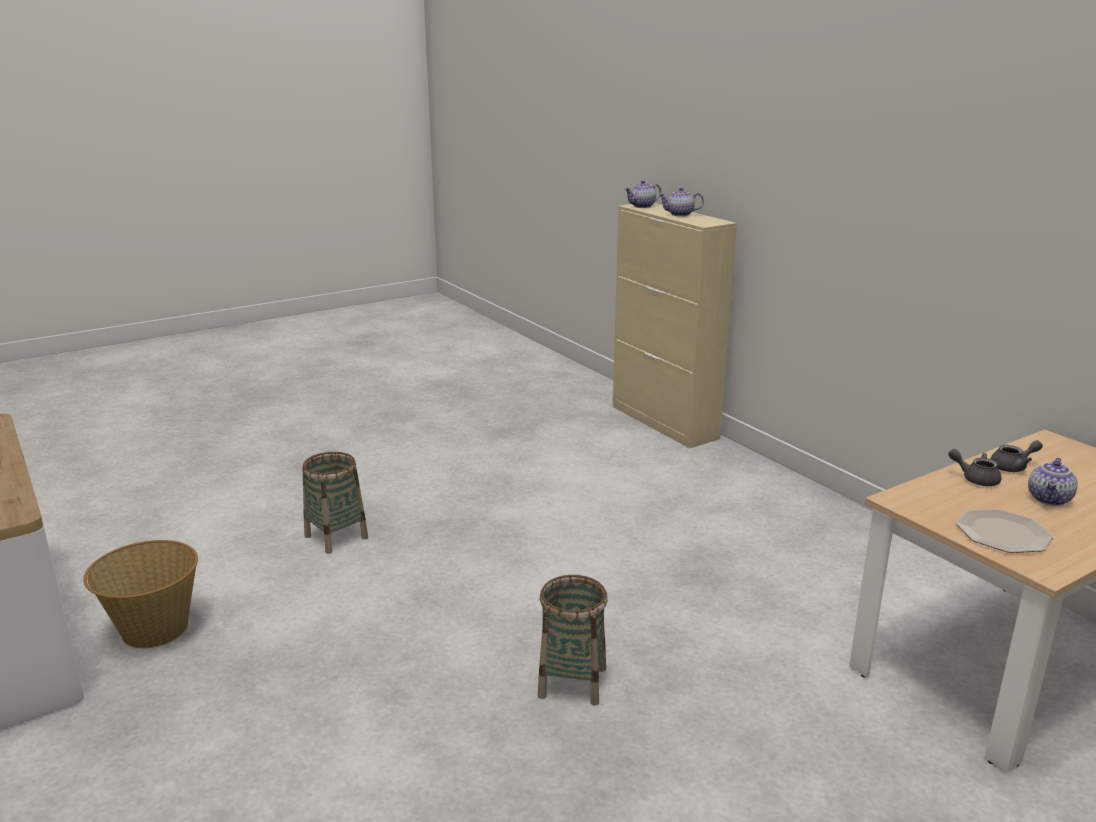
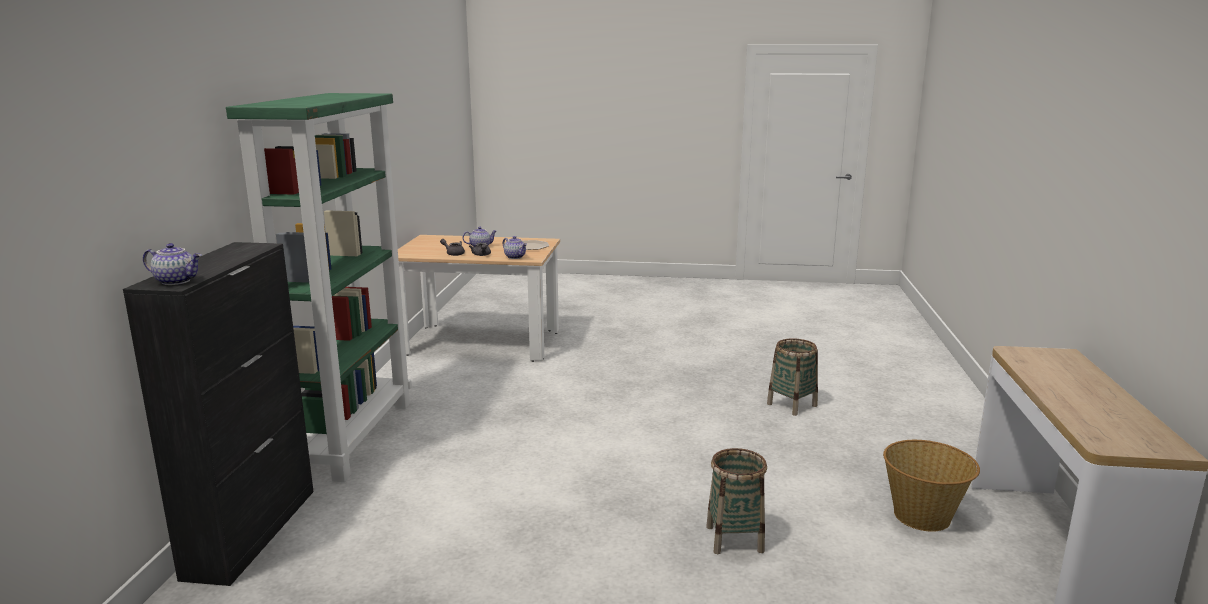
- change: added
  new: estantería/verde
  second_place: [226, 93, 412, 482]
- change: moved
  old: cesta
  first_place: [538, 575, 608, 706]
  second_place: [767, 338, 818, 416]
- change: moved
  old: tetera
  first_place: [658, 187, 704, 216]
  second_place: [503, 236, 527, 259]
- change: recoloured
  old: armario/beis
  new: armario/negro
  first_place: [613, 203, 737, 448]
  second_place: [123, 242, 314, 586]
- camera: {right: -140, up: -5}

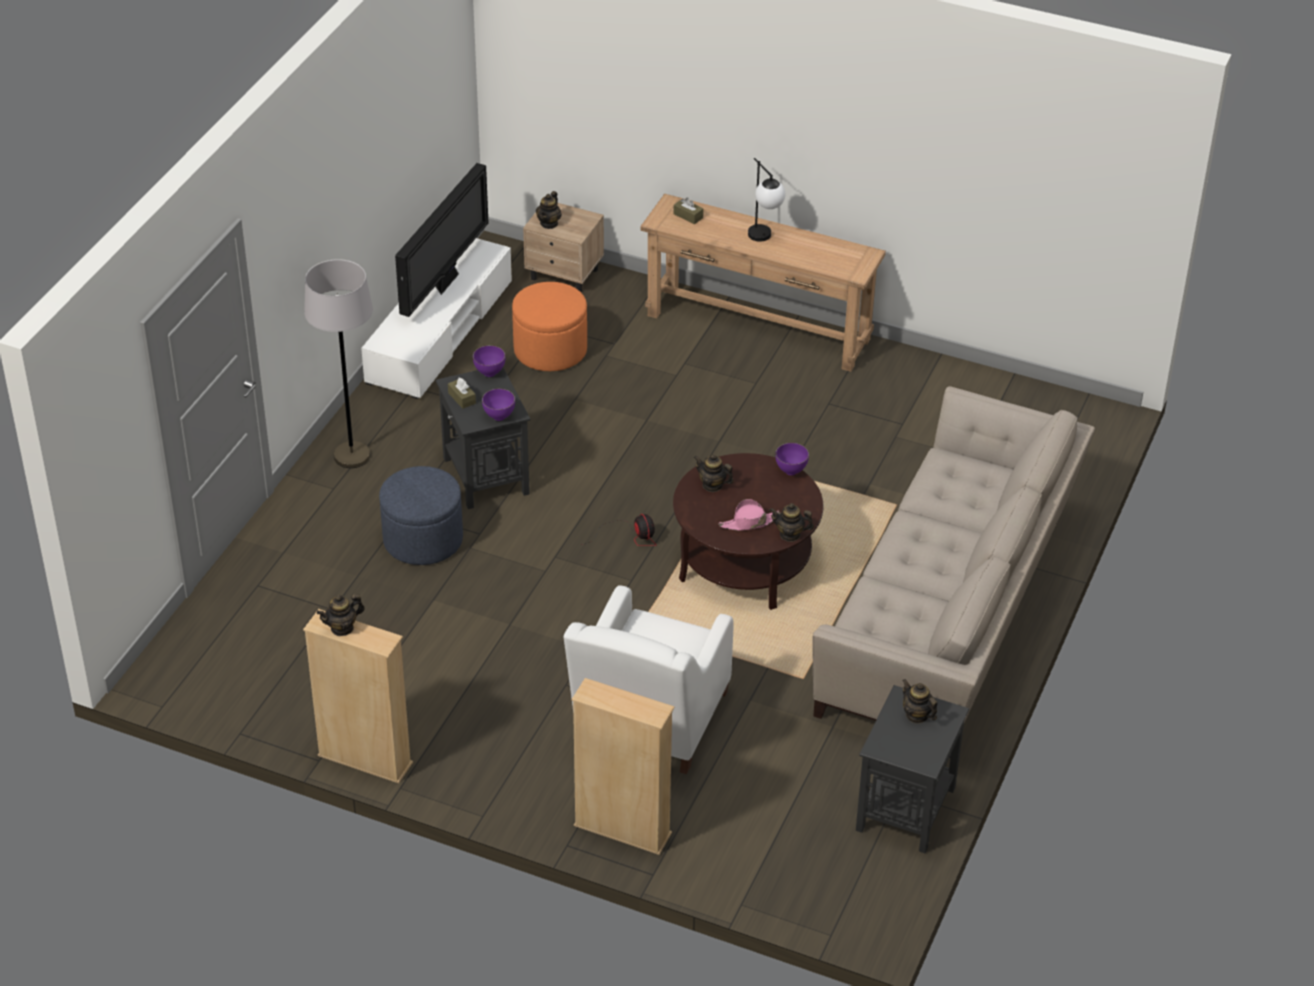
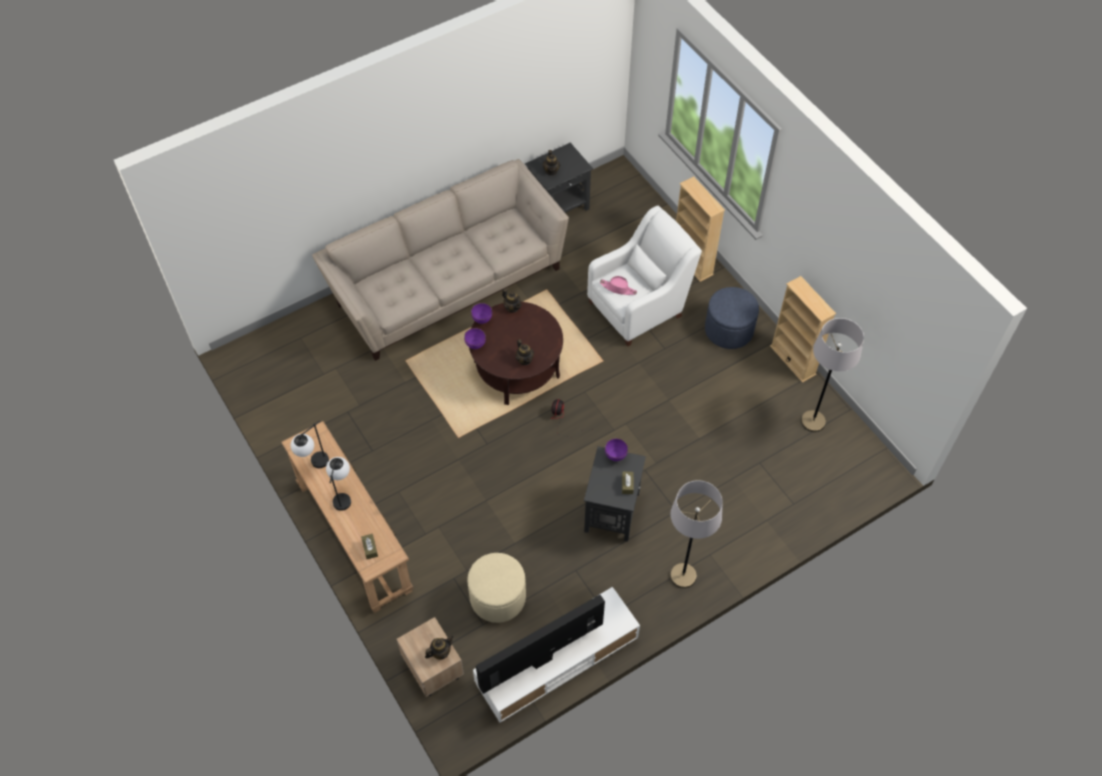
- change: removed
  old: tetera
  first_place: [317, 594, 365, 636]
- change: added
  new: lámpara de mesa
  second_place: [291, 420, 329, 468]
- change: added
  new: lámpara de pie/gris
  second_place: [801, 318, 864, 432]
- change: moved
  old: puf/azul
  first_place: [379, 466, 463, 565]
  second_place: [705, 287, 759, 349]
- change: moved
  old: cuenco/morado
  first_place: [473, 345, 505, 377]
  second_place: [471, 303, 492, 324]
- change: moved
  old: sombrero/rosa
  first_place: [719, 499, 780, 531]
  second_place: [600, 276, 637, 295]
- change: recoloured
  old: puf/naranja
  new: puf/beis
  first_place: [512, 282, 587, 371]
  second_place: [467, 553, 526, 623]
- camera: {right: -145, up: 15}

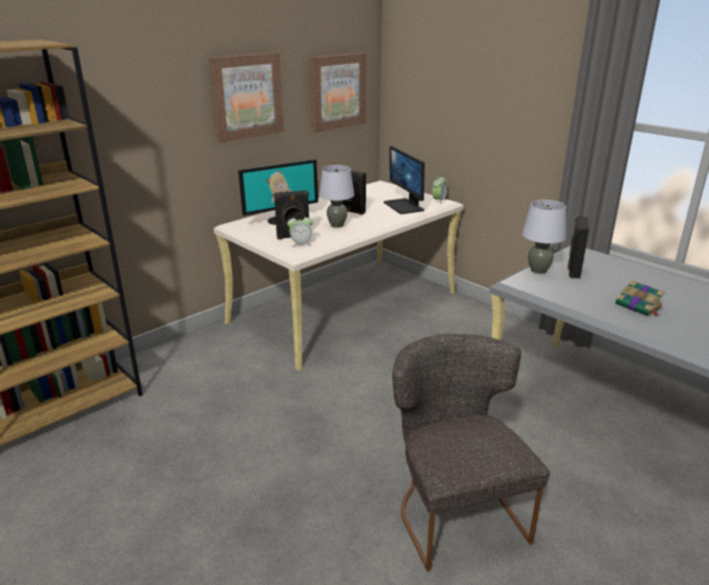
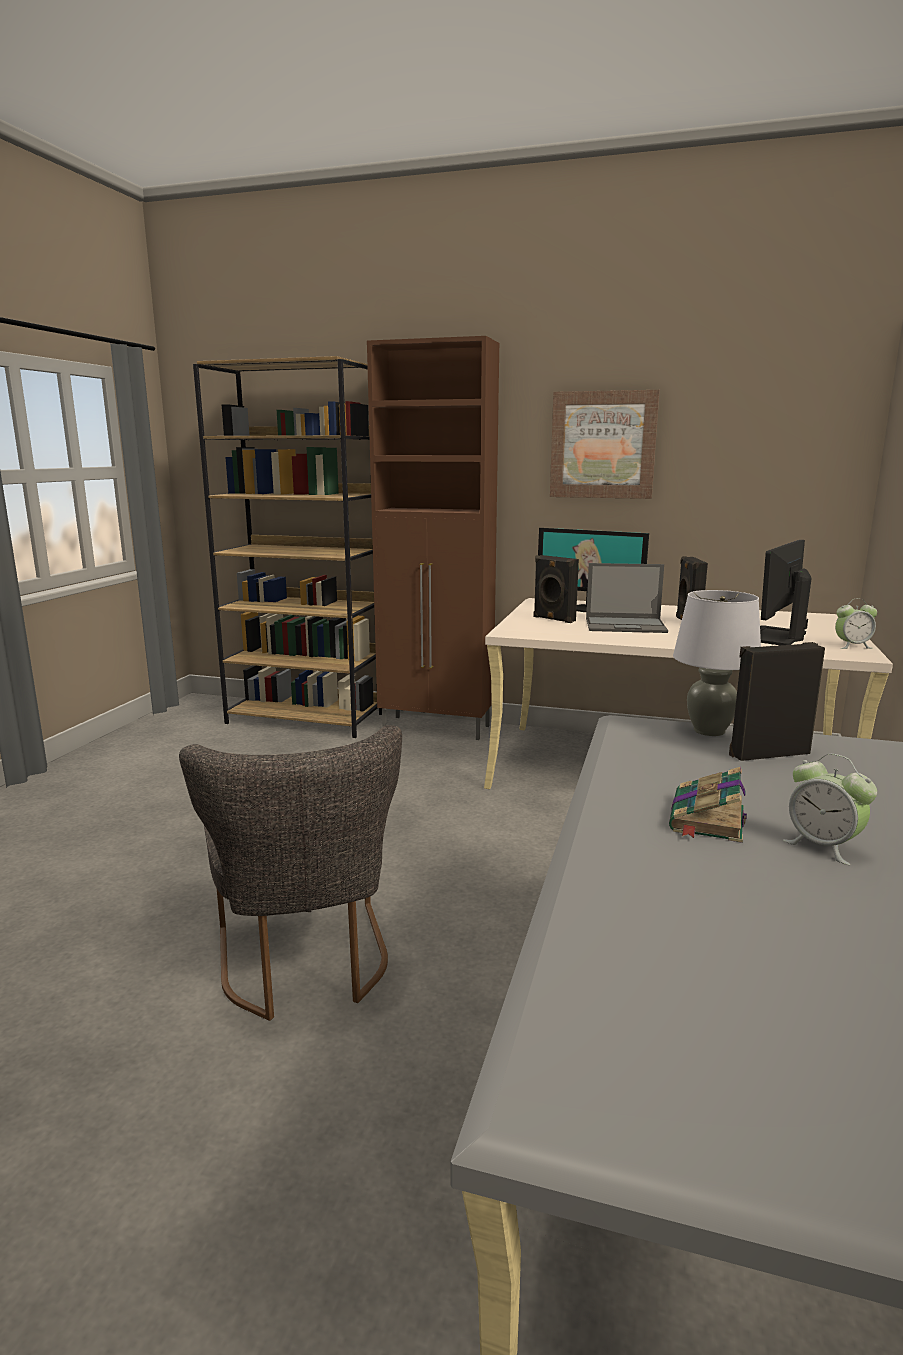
- change: removed
  old: cuadro
  first_place: [310, 53, 366, 133]
- change: added
  new: armario/marrón
  second_place: [367, 336, 499, 740]
- change: moved
  old: despertador
  first_place: [287, 214, 313, 247]
  second_place: [783, 754, 877, 865]
- change: replaced
  old: lámpara de mesa/gris
  new: portátil
  first_place: [319, 165, 355, 228]
  second_place: [586, 563, 668, 633]
- change: turned
  old: silla/gris
  first_place: [392, 334, 550, 572]
  second_place: [179, 725, 402, 1021]
  degrees: 120
- camera: {right: 60, up: -10}

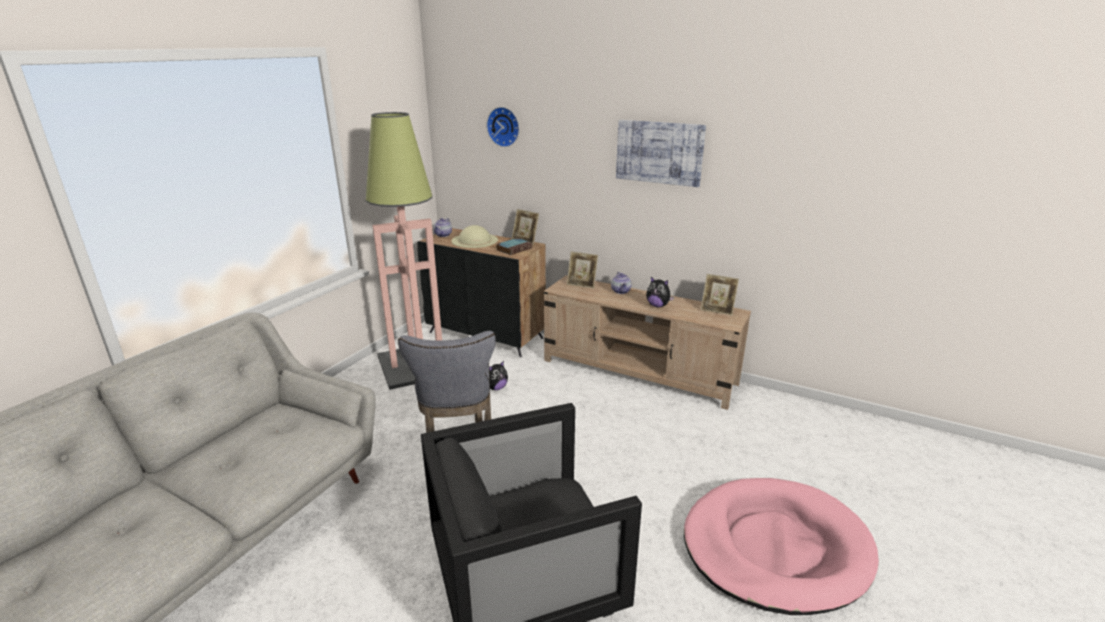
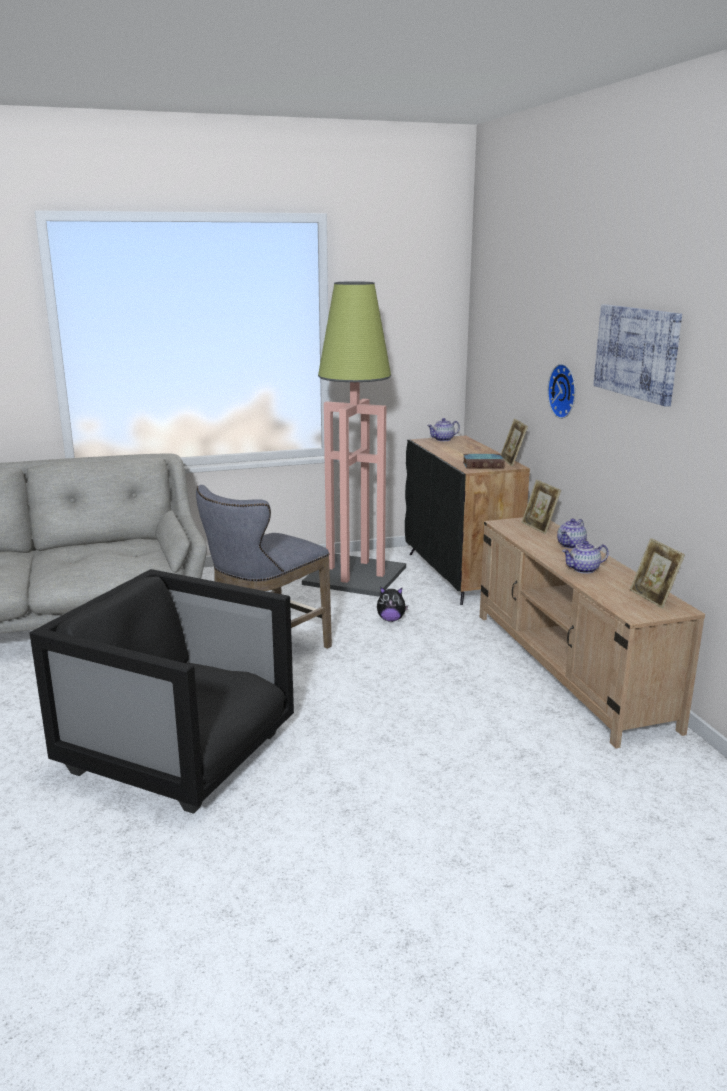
- change: removed
  old: sombrero/beis
  first_place: [451, 225, 498, 248]
- change: removed
  old: cama para perro/rosa
  first_place: [684, 478, 879, 615]
- change: moved
  old: reloj de pared
  first_place: [487, 107, 519, 147]
  second_place: [547, 364, 576, 419]
- change: replaced
  old: peluche
  new: tetera
  first_place: [646, 277, 674, 307]
  second_place: [562, 541, 609, 574]
- camera: {right: 45, up: -5}

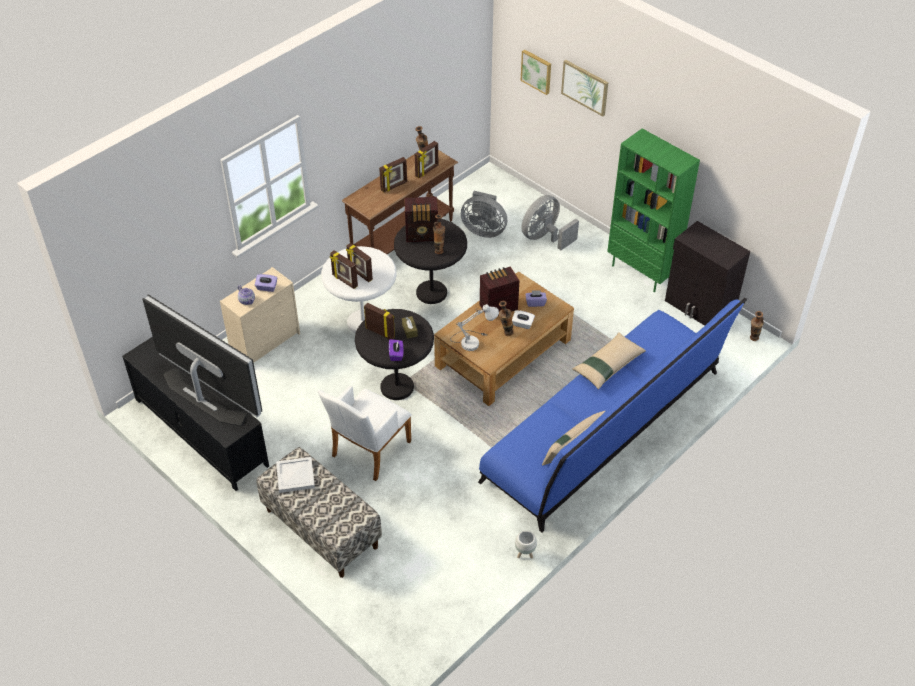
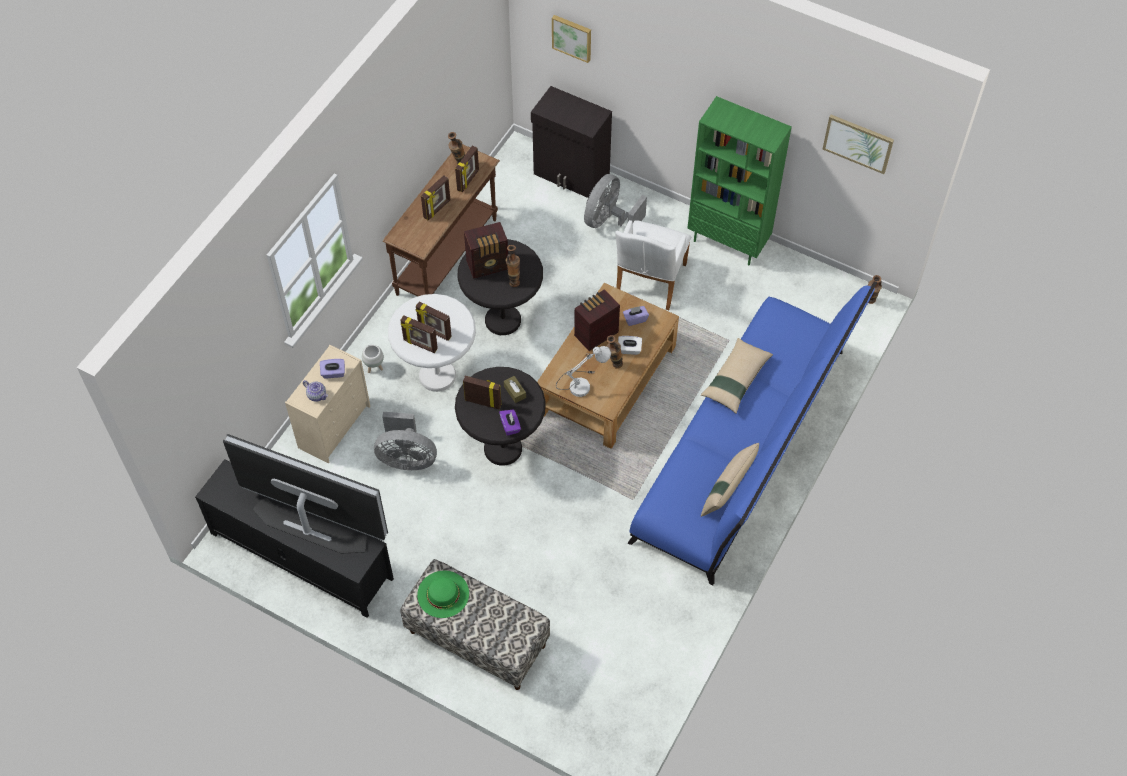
- change: moved
  old: sillón/blanco
  first_place: [318, 385, 412, 481]
  second_place: [615, 220, 692, 310]
- change: moved
  old: ventilador/gris
  first_place: [461, 191, 507, 238]
  second_place: [374, 412, 437, 470]
- change: moved
  old: maceta/blanco
  first_place: [515, 531, 537, 559]
  second_place: [362, 345, 384, 373]
- change: moved
  old: cuadro
  first_place: [561, 60, 608, 116]
  second_place: [823, 115, 894, 174]
- change: moved
  old: armario/negro
  first_place: [665, 221, 750, 326]
  second_place: [531, 86, 612, 198]
- change: replaced
  old: bandeja/blanco
  new: sombrero/verde
  first_place: [276, 457, 315, 493]
  second_place: [417, 571, 469, 618]
- camera: {right: -15, up: 10}

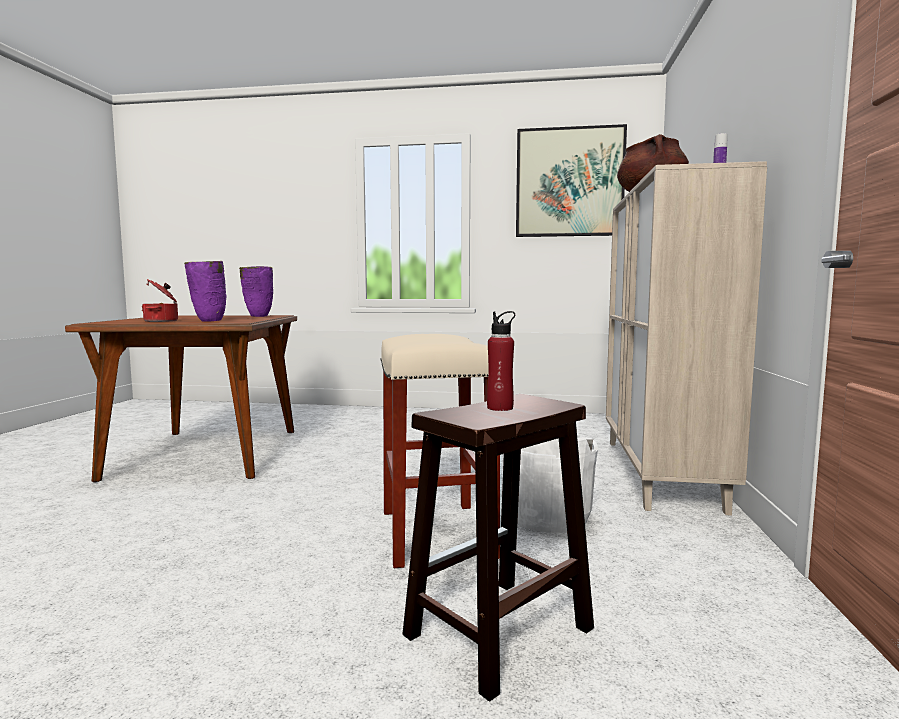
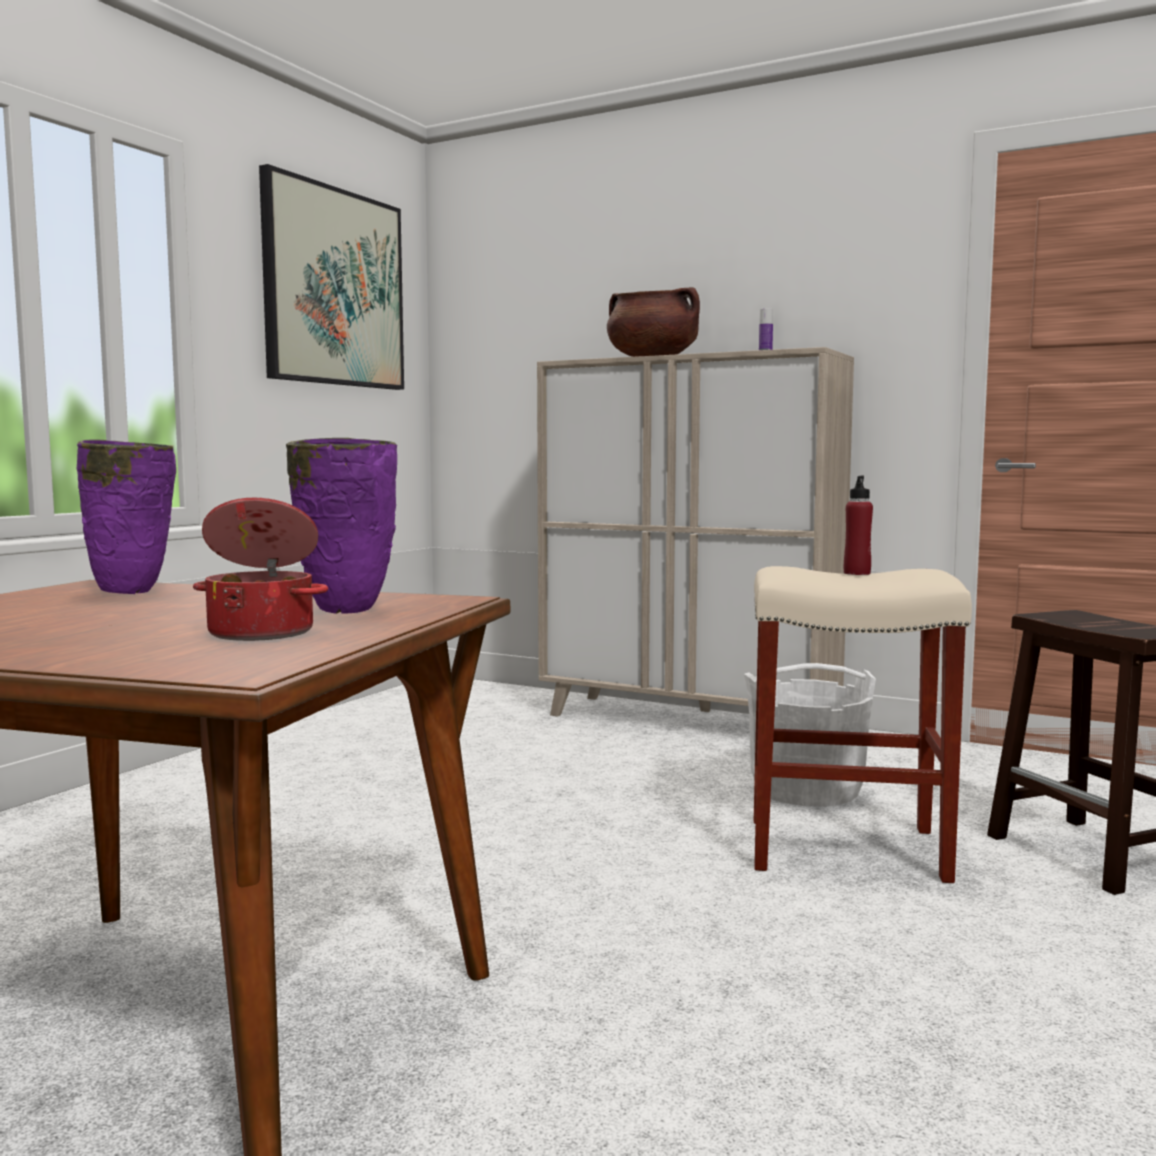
- change: moved
  old: botella/rojo
  first_place: [487, 311, 515, 411]
  second_place: [844, 476, 873, 575]
- camera: {right: -70, up: 0}

